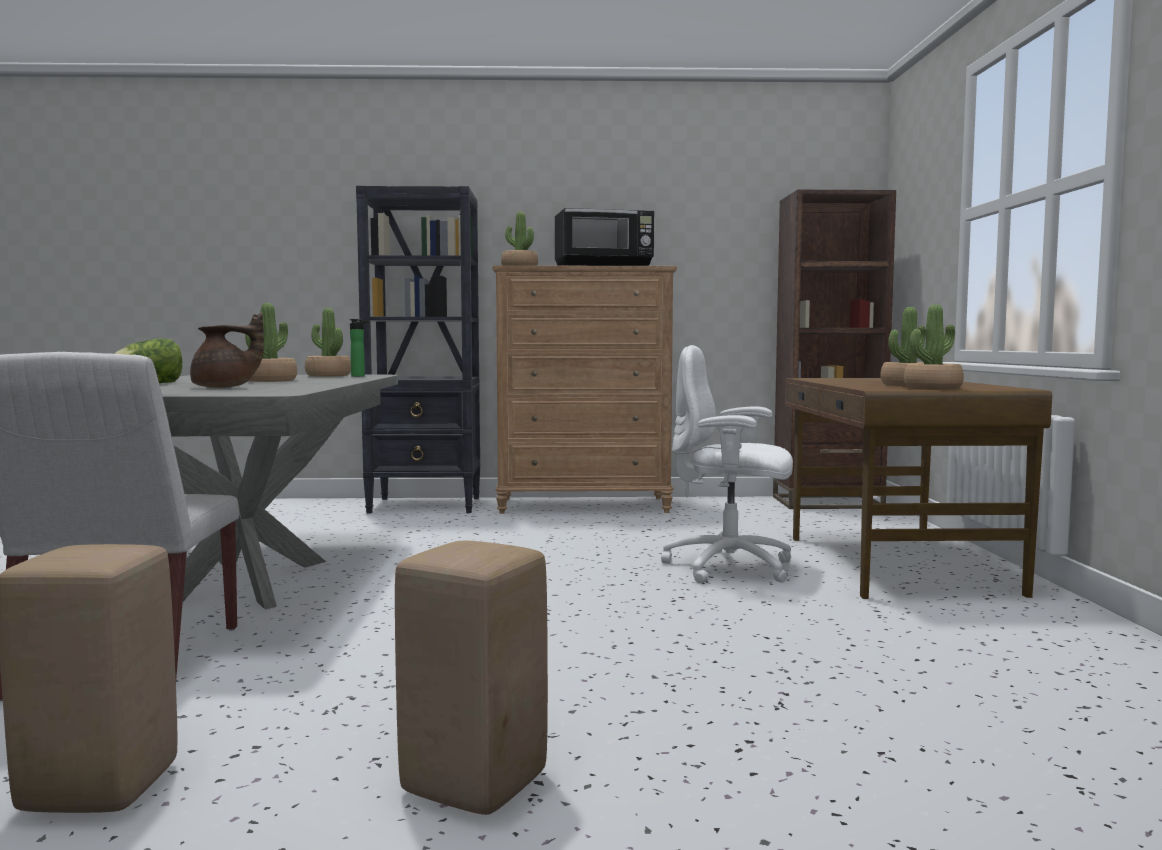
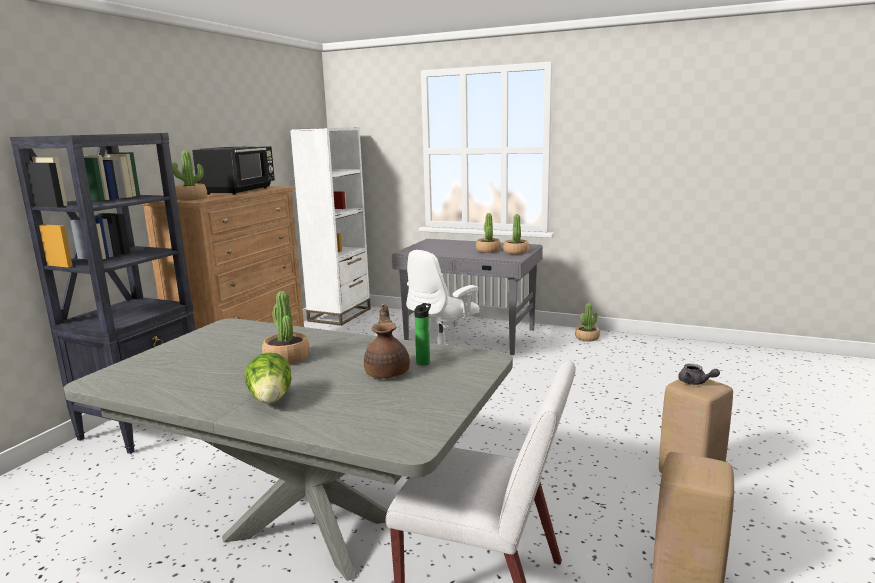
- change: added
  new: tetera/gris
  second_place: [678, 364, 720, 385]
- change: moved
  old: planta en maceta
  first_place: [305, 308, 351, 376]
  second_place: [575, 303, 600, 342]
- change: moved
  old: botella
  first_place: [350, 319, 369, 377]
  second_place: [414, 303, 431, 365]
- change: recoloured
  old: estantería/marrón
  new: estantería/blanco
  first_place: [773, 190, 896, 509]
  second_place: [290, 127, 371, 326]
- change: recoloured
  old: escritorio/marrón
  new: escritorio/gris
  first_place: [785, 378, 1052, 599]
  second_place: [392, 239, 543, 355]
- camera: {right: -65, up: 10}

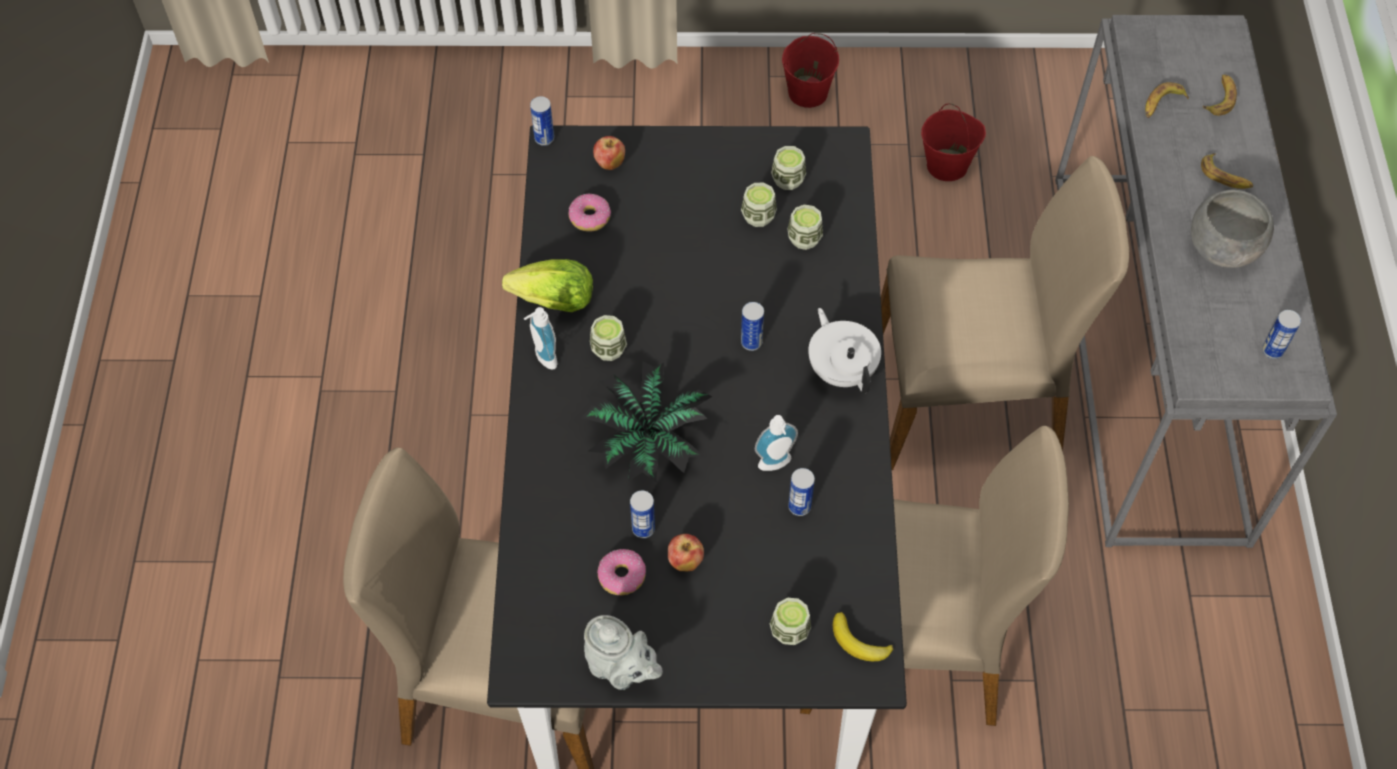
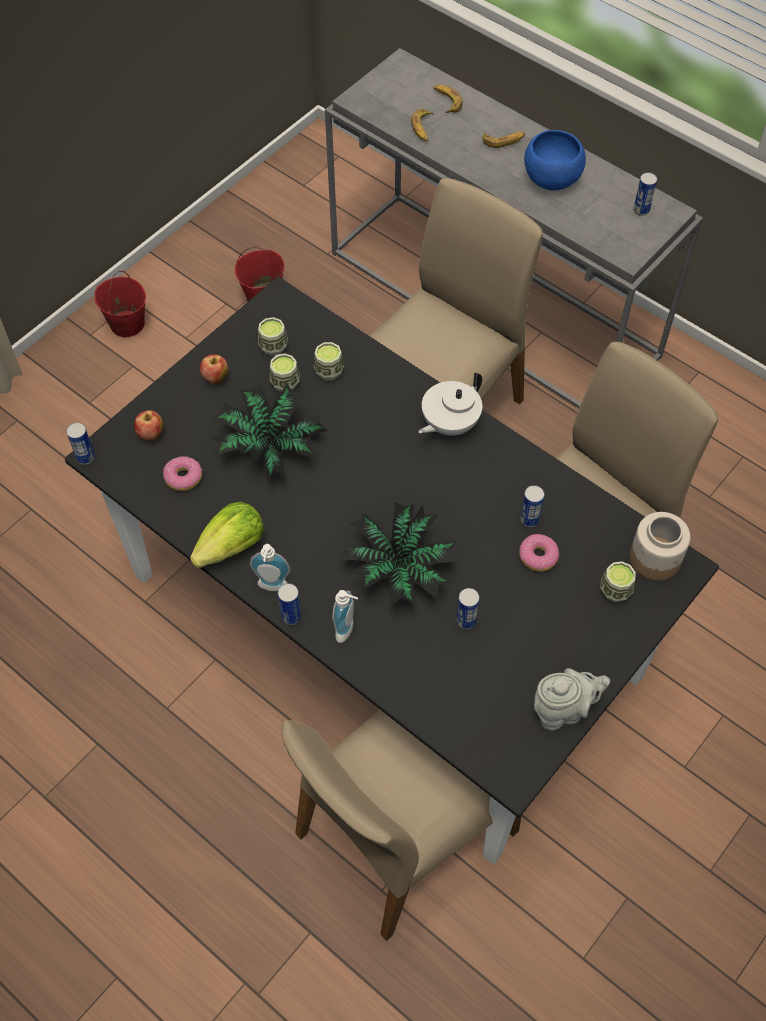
- change: removed
  old: taza
  first_place: [590, 315, 627, 361]
- change: added
  new: planta en maceta
  second_place: [211, 384, 328, 481]
- change: moved
  old: rosquilla
  first_place: [597, 549, 646, 595]
  second_place: [519, 534, 559, 572]
- change: moved
  old: manzana
  first_place: [668, 534, 704, 571]
  second_place: [199, 354, 228, 384]
- change: moved
  old: lata
  first_place: [741, 302, 764, 351]
  second_place: [278, 583, 301, 625]
- change: moved
  old: dispensador de jabón
  first_place: [755, 415, 798, 471]
  second_place: [333, 590, 358, 643]
- change: replaced
  old: plátano
  new: tarro
  first_place: [833, 612, 893, 661]
  second_place: [630, 512, 691, 581]
- change: recoloured
  old: cuenco/gris
  new: cuenco/azul
  first_place: [1191, 189, 1274, 268]
  second_place: [524, 130, 586, 190]
- change: turned
  old: tetera/blanco
  first_place: [808, 308, 881, 393]
  second_place: [418, 372, 482, 436]
  degrees: -60
- camera: {right: -50, up: 0}

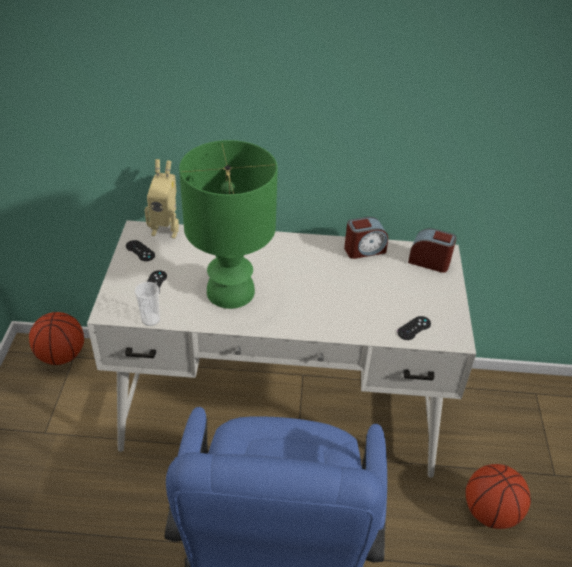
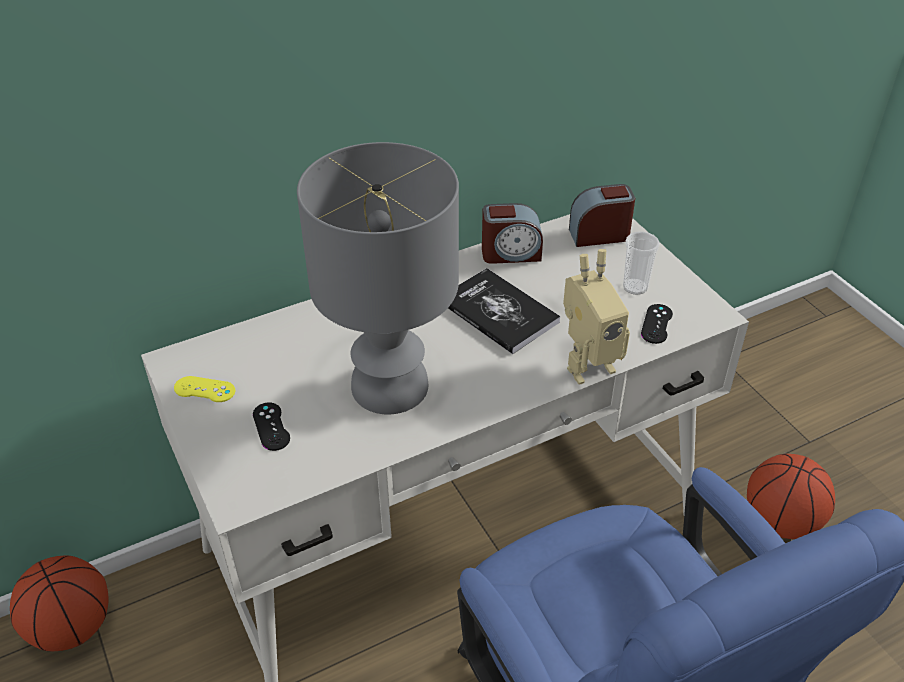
- change: added
  new: libro
  second_place: [448, 268, 561, 354]
- change: moved
  old: taza
  first_place: [135, 282, 160, 326]
  second_place: [623, 231, 660, 295]
- change: moved
  old: robot de juguete
  first_place: [145, 159, 179, 239]
  second_place: [563, 249, 630, 385]
- change: recoloured
  old: mando de consola/negro
  new: mando de consola/amarillo
  first_place: [126, 240, 155, 261]
  second_place: [174, 376, 235, 402]
- change: recoloured
  old: lámpara de mesa/verde
  new: lámpara de mesa/gris
  first_place: [179, 140, 278, 309]
  second_place: [297, 142, 459, 414]
- change: turned
  old: despertador
  first_place: [344, 217, 388, 259]
  second_place: [482, 203, 543, 264]
  degrees: 45
- camera: {right: -30, up: 0}

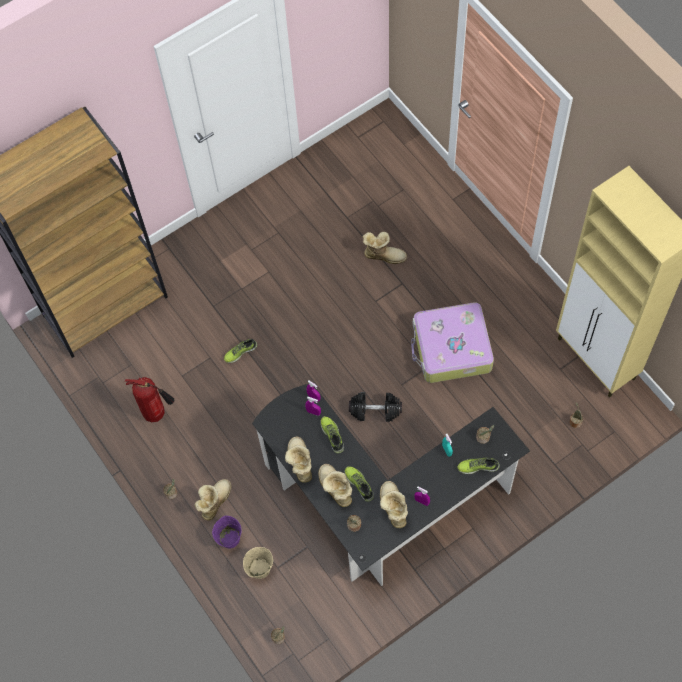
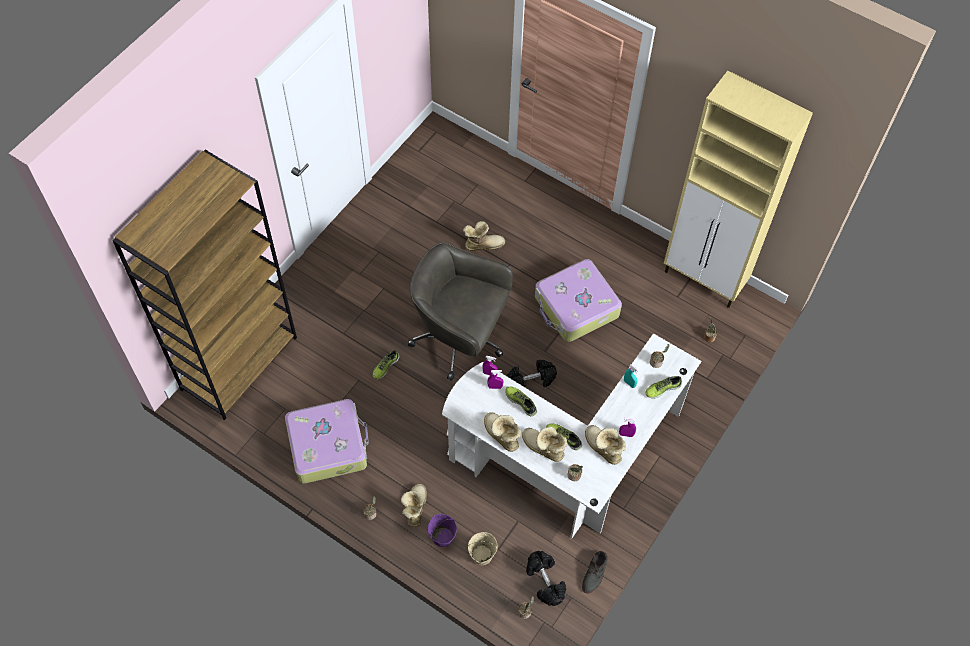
- change: added
  new: silla de oficina/gris
  second_place: [408, 242, 513, 381]
- change: added
  new: mancuerna/negro
  second_place: [526, 551, 566, 606]
- change: added
  new: zapato/gris
  second_place: [582, 551, 608, 593]
- change: replaced
  old: extintor
  new: maleta
  first_place: [125, 377, 175, 422]
  second_place: [285, 399, 369, 484]
- change: recoloured
  old: escritorio/negro
  new: escritorio/blanco
  first_place: [252, 384, 530, 586]
  second_place: [442, 333, 702, 539]
- camera: {right: -25, up: -5}

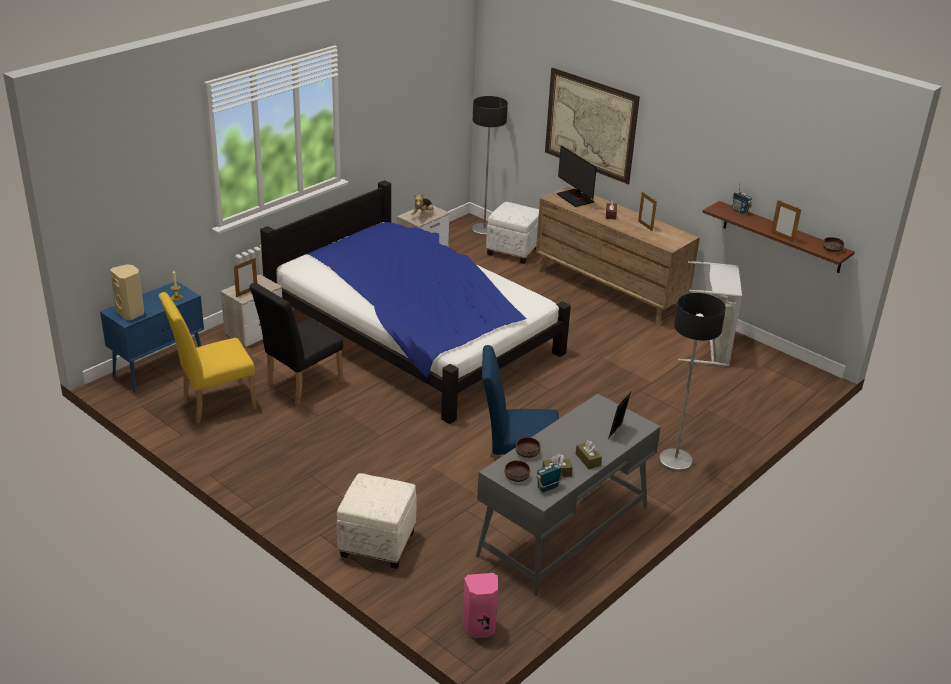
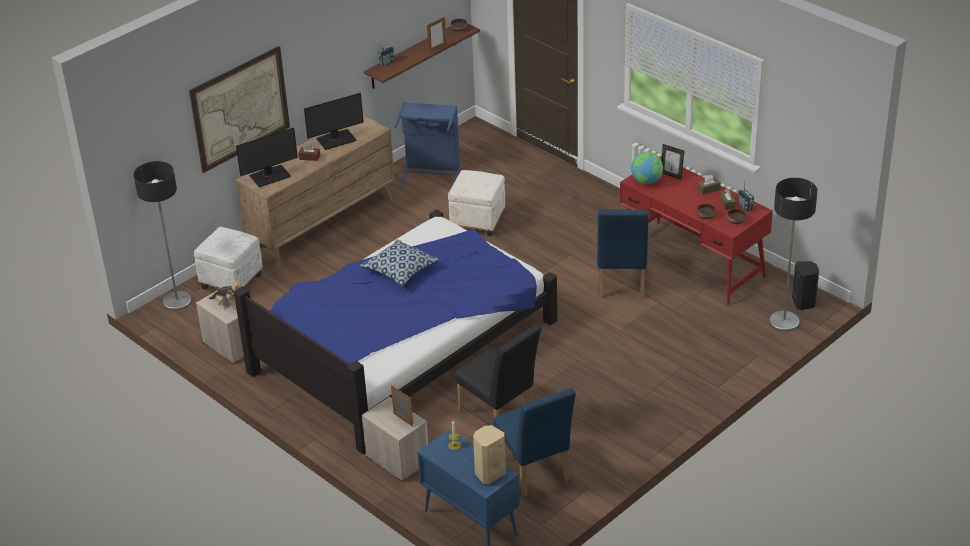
- change: added
  new: cojín
  second_place: [360, 239, 439, 287]
- change: added
  new: globo terráqueo
  second_place: [631, 152, 663, 184]
- change: moved
  old: puf/blanco
  first_place: [337, 473, 416, 569]
  second_place: [448, 170, 506, 236]
- change: moved
  old: lámpara de pie
  first_place: [659, 293, 726, 472]
  second_place: [769, 178, 818, 332]
- change: replaced
  old: portarretratos
  new: monitor
  first_place: [638, 192, 657, 232]
  second_place: [304, 93, 364, 150]
- change: recoloured
  old: silla/amarillo
  new: silla/azul
  first_place: [158, 292, 257, 424]
  second_place: [493, 388, 576, 497]
- change: recoloured
  old: altavoz/rosa
  new: altavoz/negro
  first_place: [462, 573, 498, 638]
  second_place: [792, 261, 819, 310]
- change: recoloured
  old: escritorio/gris
  new: escritorio/rojo
  first_place: [476, 393, 661, 596]
  second_place: [620, 157, 773, 305]
- change: recoloured
  old: cesto de la ropa/gris
  new: cesto de la ropa/azul
  first_place: [678, 261, 742, 366]
  second_place: [394, 102, 460, 188]
- camera: {right: -85, up: 5}

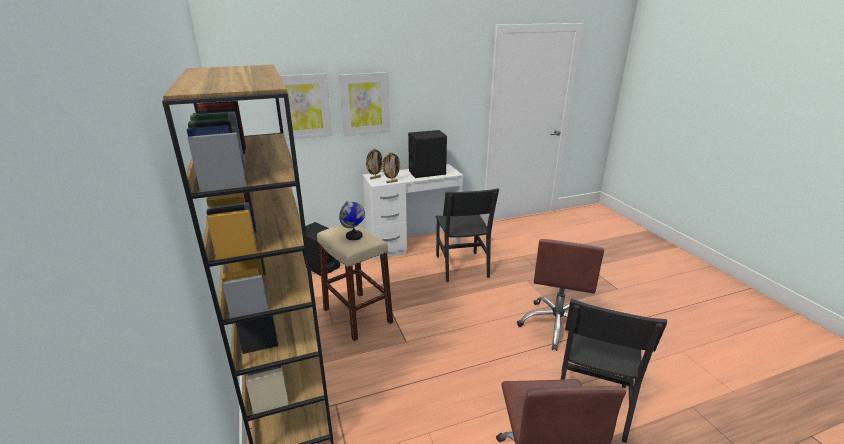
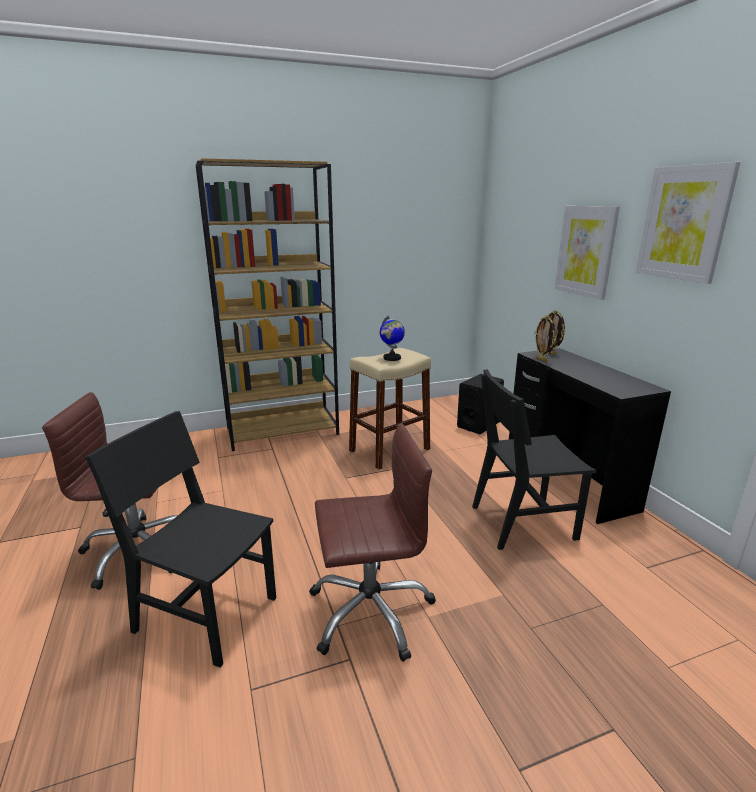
- change: removed
  old: altavoz/negro
  first_place: [408, 130, 447, 178]
- change: moved
  old: cuadro
  first_place: [279, 73, 332, 140]
  second_place: [636, 162, 740, 284]
- change: recoloured
  old: escritorio/blanco
  new: escritorio/negro
  first_place: [363, 164, 463, 260]
  second_place: [509, 348, 671, 524]
- change: turned
  old: silla de oficina/marrón
  first_place: [517, 239, 604, 351]
  second_place: [309, 424, 436, 662]
  degrees: 150
- camera: {right: 90, up: -5}

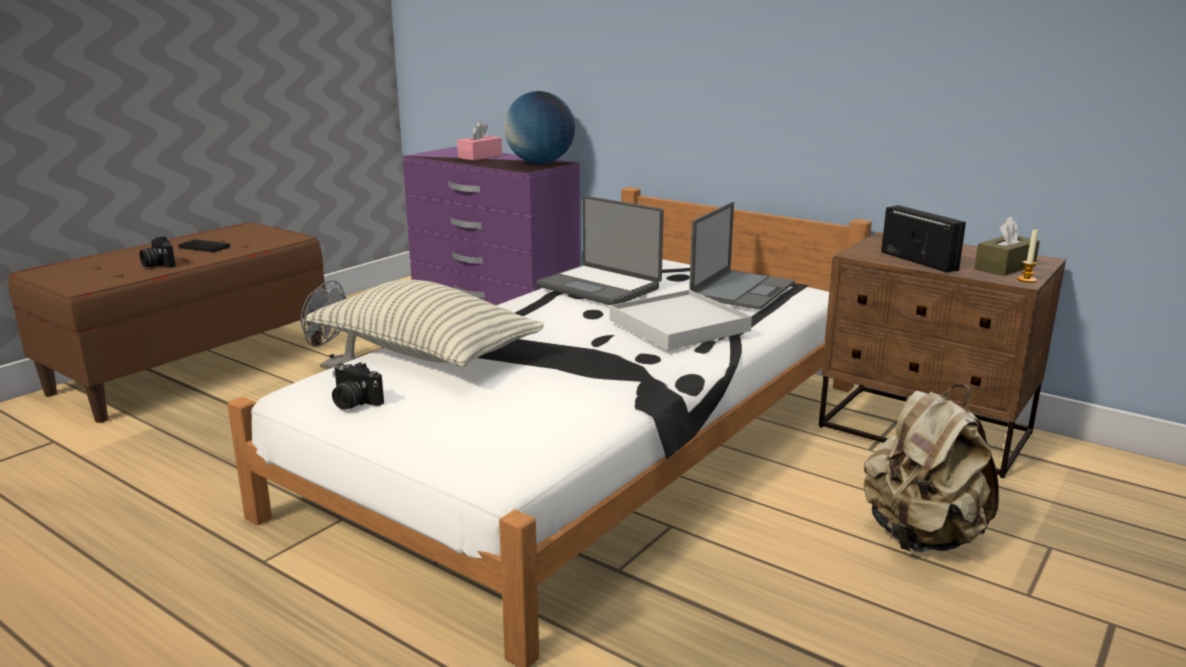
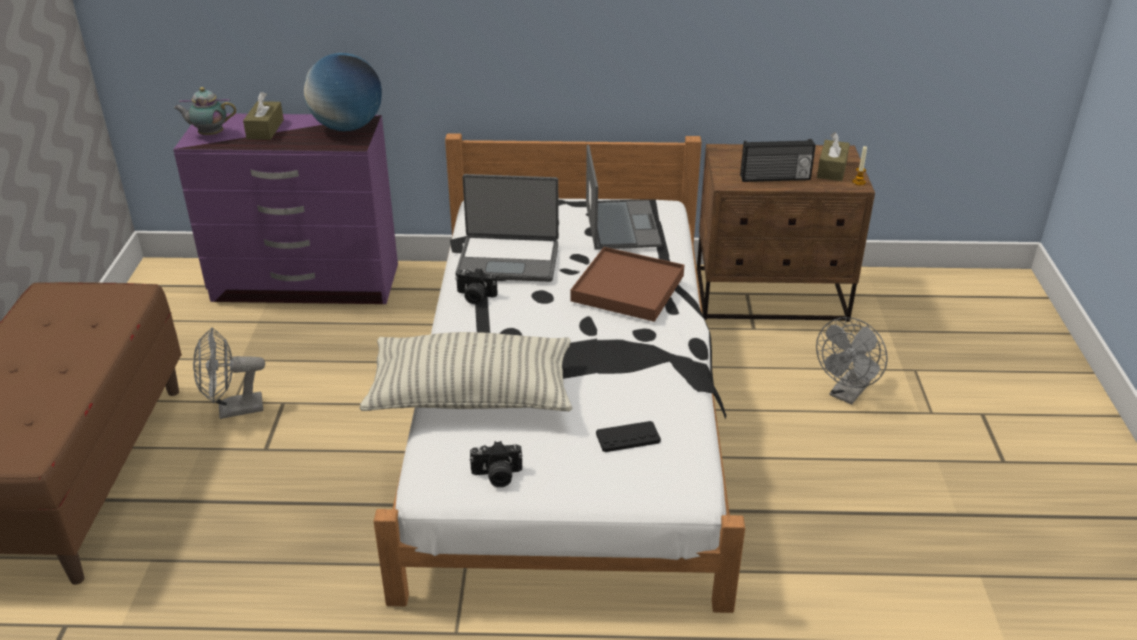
- change: added
  new: tetera
  second_place: [174, 87, 236, 136]
- change: moved
  old: cámara
  first_place: [140, 236, 176, 268]
  second_place: [455, 268, 498, 304]
- change: moved
  old: mando de consola/negro
  first_place: [178, 239, 230, 252]
  second_place: [596, 421, 661, 452]
- change: replaced
  old: mochila/beis
  new: ventilador/gris
  first_place: [863, 385, 999, 552]
  second_place: [816, 317, 888, 404]
- change: recoloured
  old: caja de pañuelos/rosa
  new: caja de pañuelos/marrón
  first_place: [457, 121, 502, 161]
  second_place: [243, 92, 284, 140]
- change: recoloured
  old: bandeja/blanco
  new: bandeja/marrón
  first_place: [610, 290, 752, 350]
  second_place: [570, 247, 684, 322]
- change: turned
  old: radio
  first_place: [881, 205, 966, 273]
  second_place: [740, 139, 816, 182]
  degrees: 150
- camera: {right: -35, up: 15}

